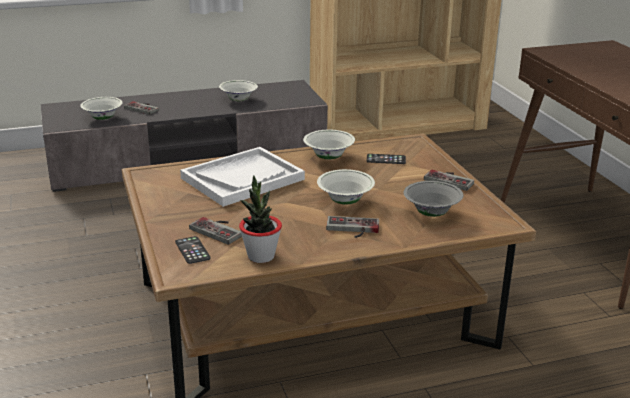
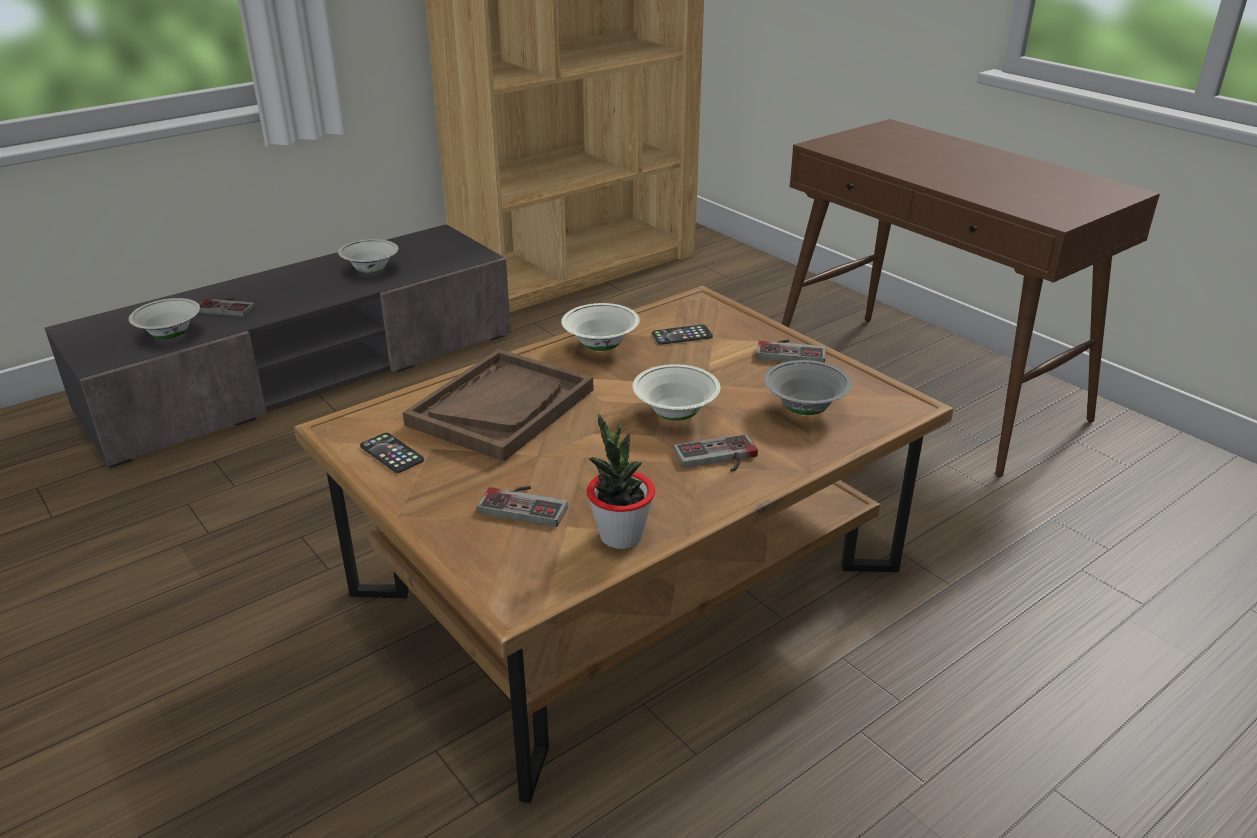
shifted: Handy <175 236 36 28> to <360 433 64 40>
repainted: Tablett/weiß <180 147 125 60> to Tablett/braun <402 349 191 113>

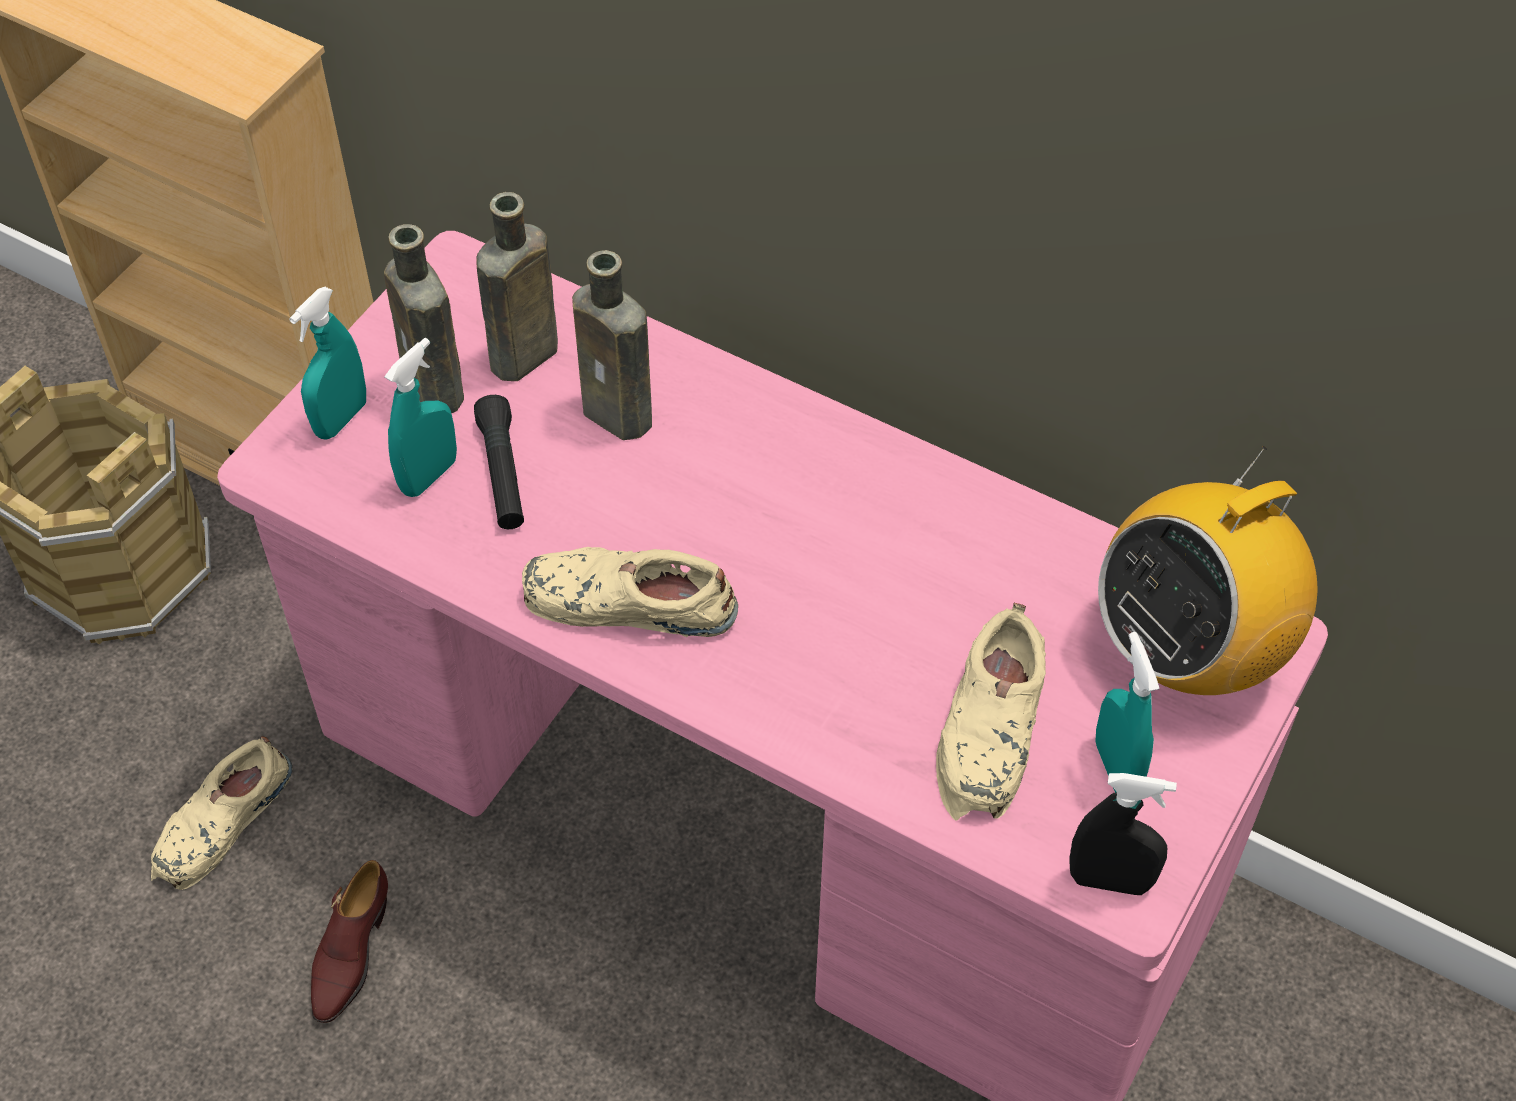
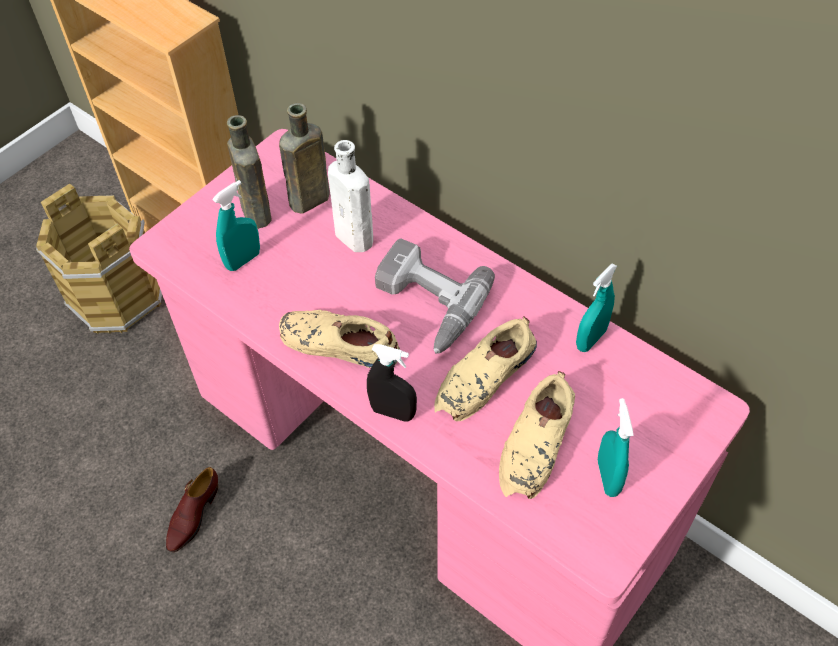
gone: Taschenlampe/schwarz <474 395 50 134>; Radio <1098 446 220 249>
new: Bohrmaschine <375 239 120 115>
shifted: Sprühflasche/türkis <289 287 77 153> to <576 263 41 89>; Schuh/beige <151 736 141 154> to <434 316 103 105>; Sprühflasche/schwarz <1069 773 108 122> to <367 344 50 78>
repainted: Flasche/braun <572 250 80 190> to Flasche/weiß <328 140 45 112>

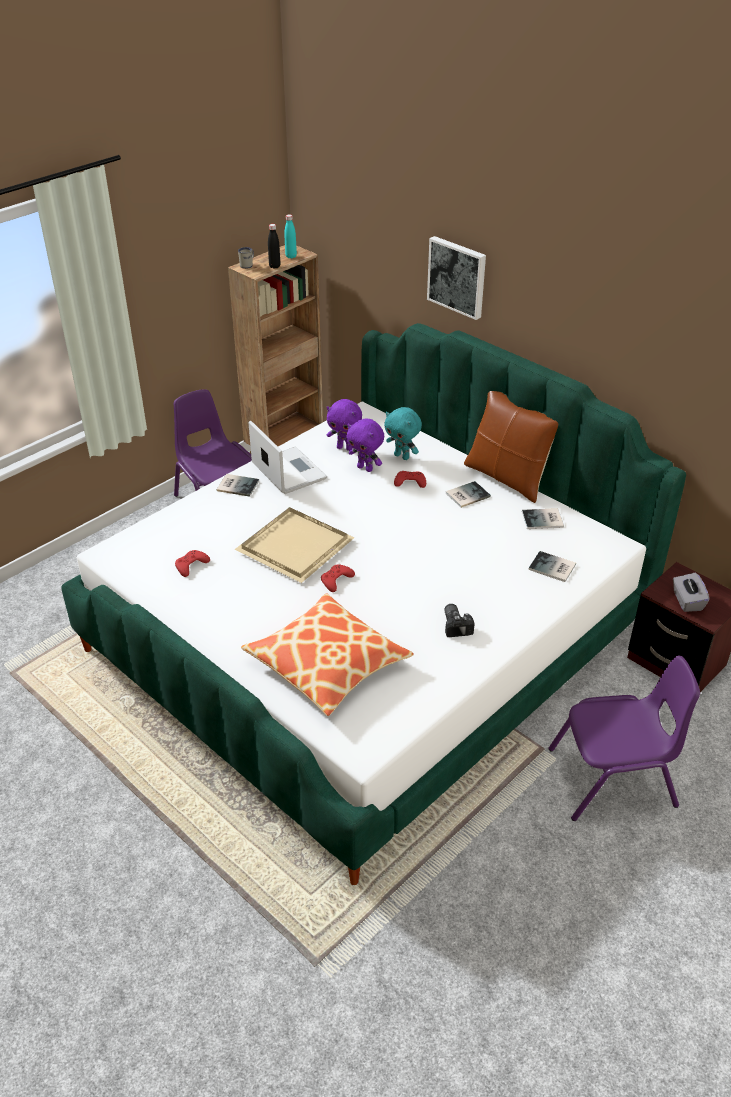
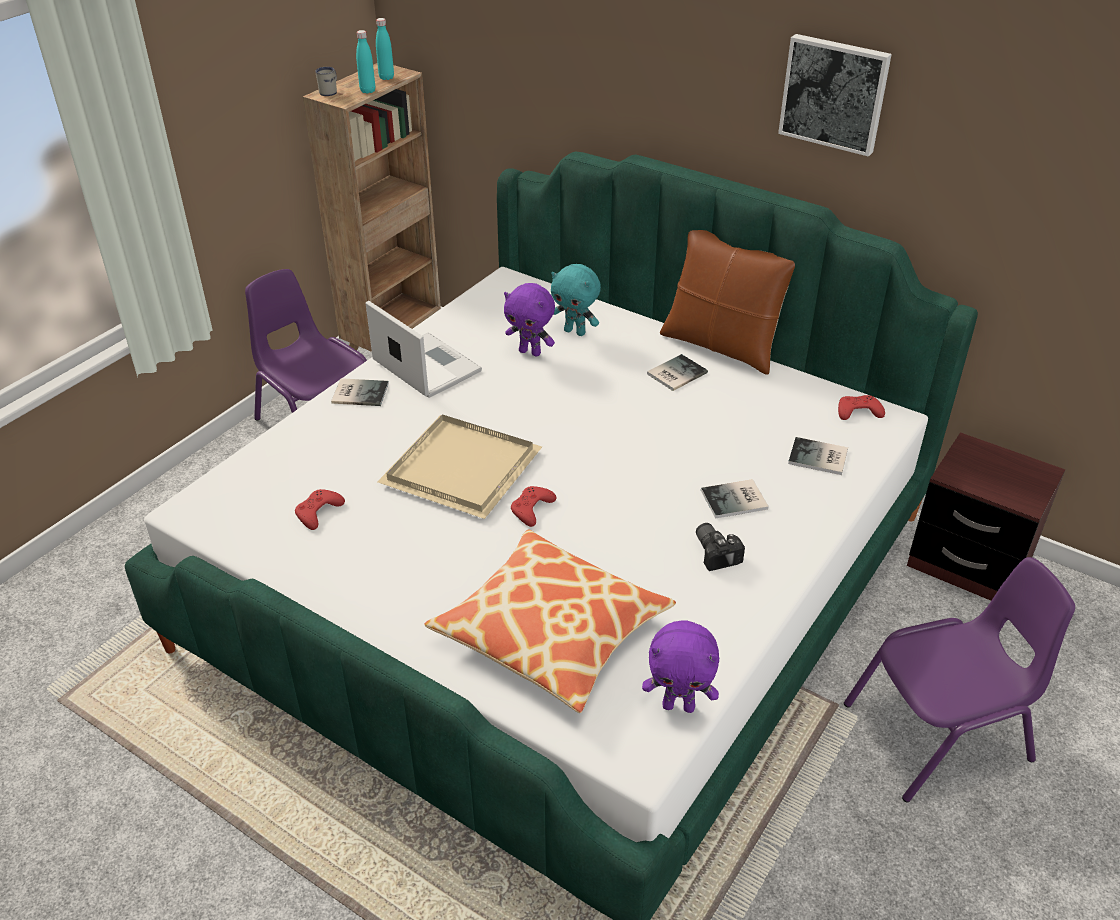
gone: Taschentuchbox/grau <673 573 36 39>
shifted: Bild <427 236 59 84> to <778 34 114 123>; Plüschtier/lila <327 399 35 52> to <642 620 77 93>; Gamepad/rot <394 471 32 17> to <838 395 47 25>; Buch <522 508 42 21> to <701 479 68 40>
repainted: Flasche/schwarz <268 224 12 45> to Flasche/türkis <356 30 19 64>

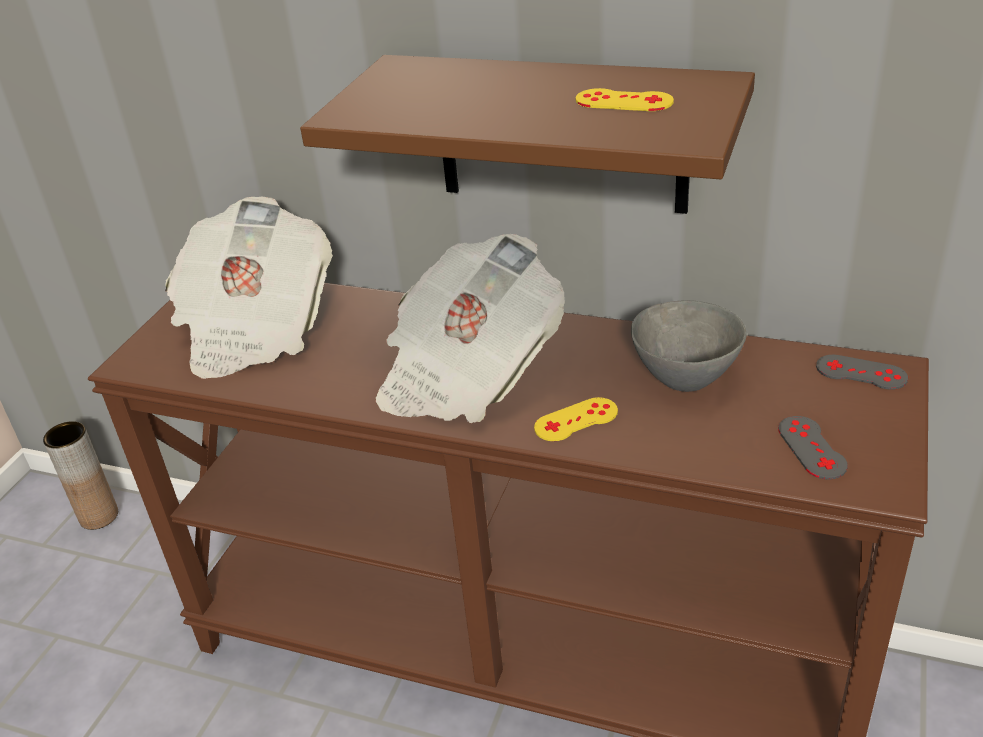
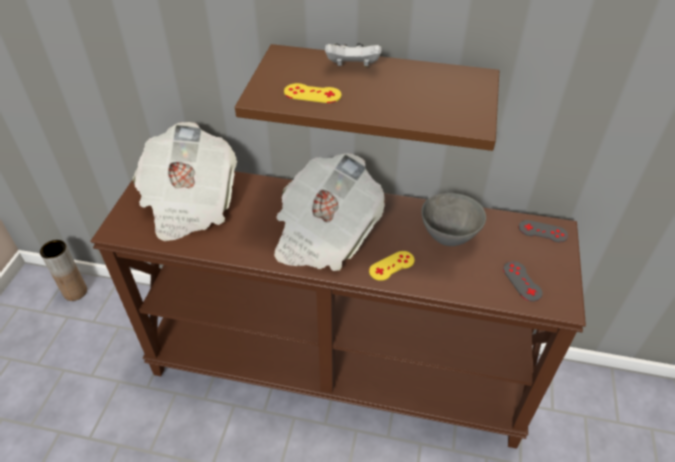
new: Gamepad/weiß <325 43 57 24>
shifted: Gamepad/gelb <575 88 99 23> to <284 83 58 20>

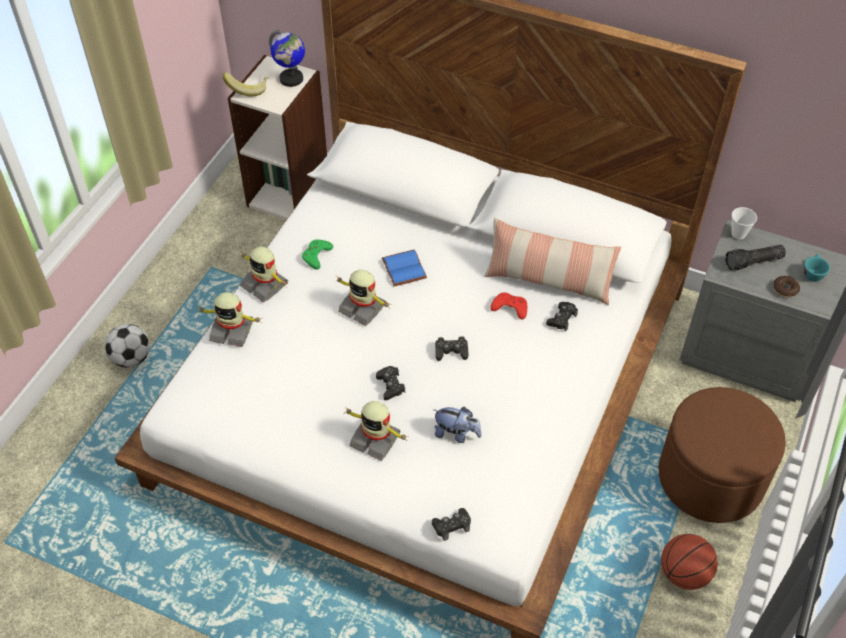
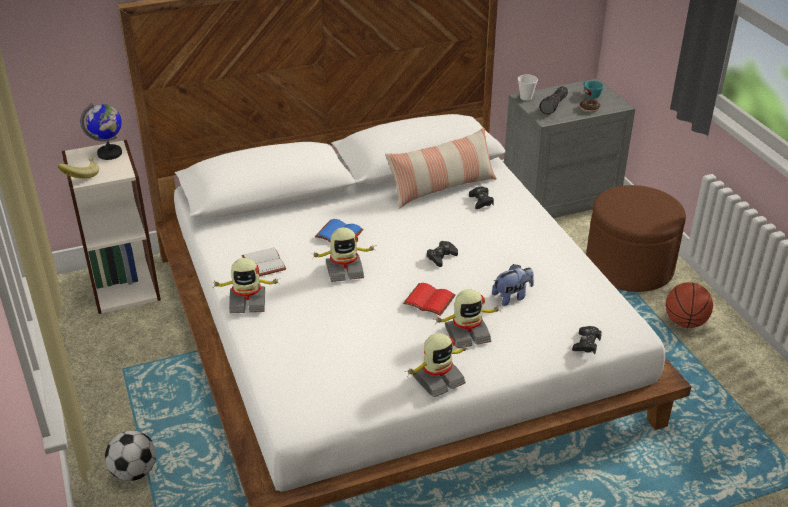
gone: Gamepad/rot <490 292 37 27>
shifted: Spielzeugroboter <196 292 66 55> to <405 333 64 64>
swapped: Gamepad/grün <302 240 31 30> to Buch/weiß <242 247 44 29>; Gamepad/schwarz <376 366 29 34> to Buch/rot <403 283 52 33>

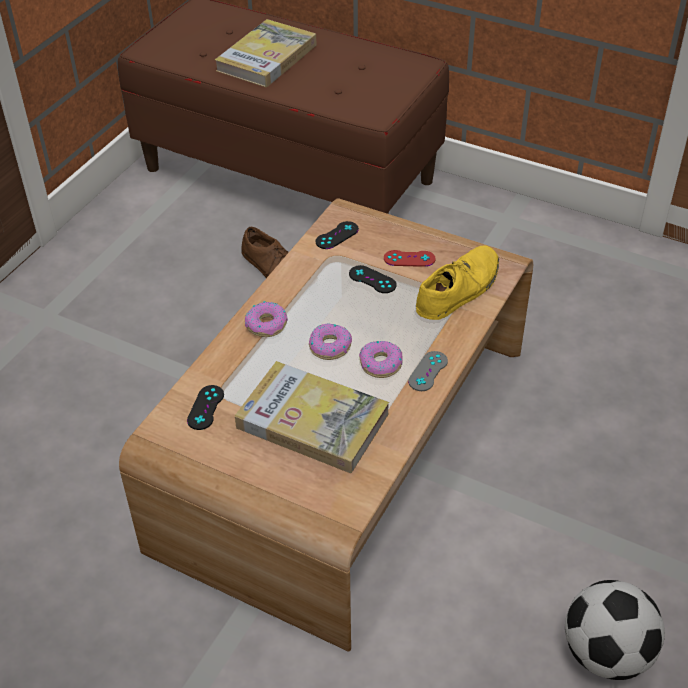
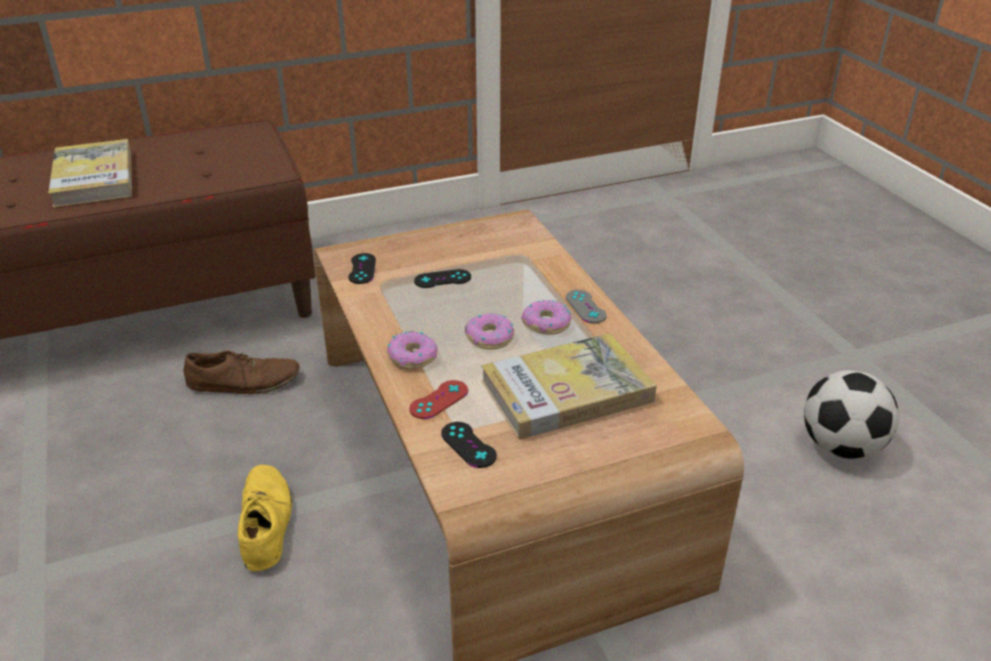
shifted: Schuh/gelb <416 245 83 75> to <238 465 54 107>; Gamepad/rot <384 250 52 17> to <409 380 59 39>

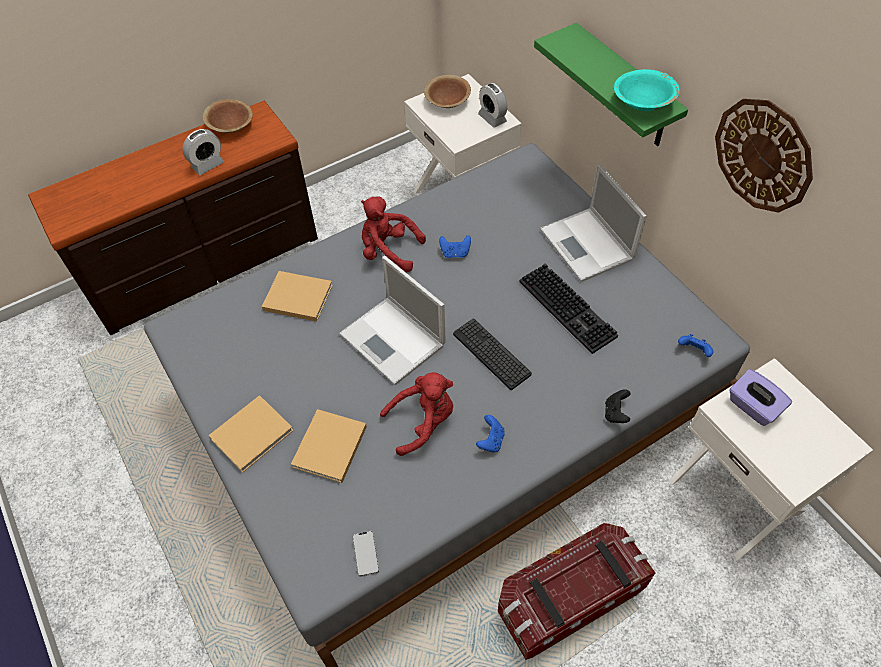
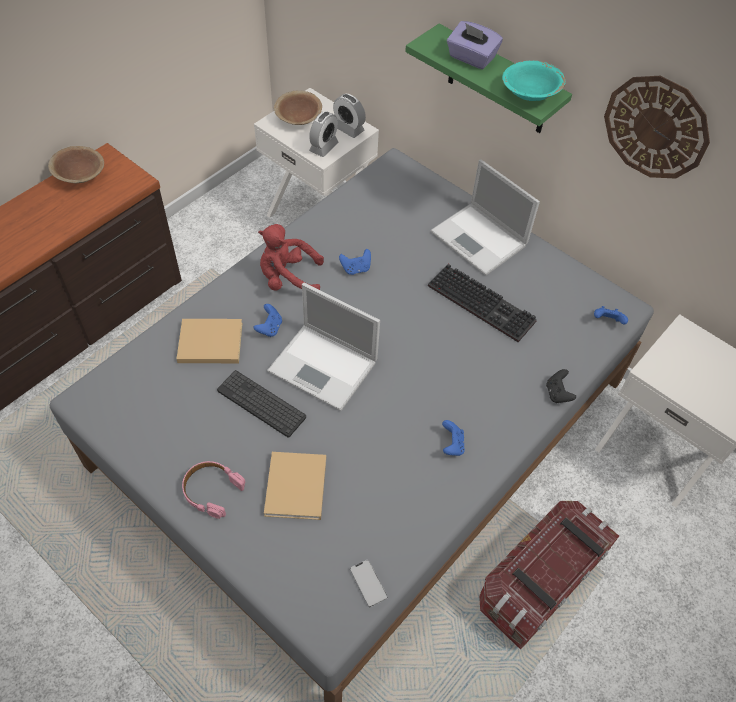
gone: Plüschtier/rot <380 372 73 84>
new: Gamepad/blau <254 304 28 33>
shifted: Wecker <182 129 42 46> to <309 111 30 46>; Tastatur <453 319 79 71> to <217 370 89 68>; Taschentuchbox/lila <729 369 63 57> to <447 21 56 48>
swapped: Buch/beige <208 395 86 78> to Kopfhörer/rosa <182 461 63 58>

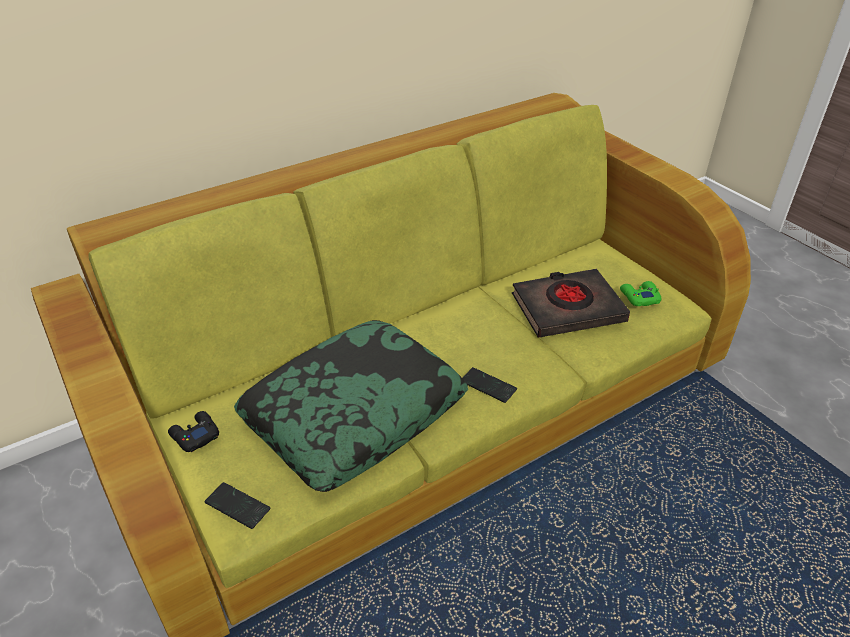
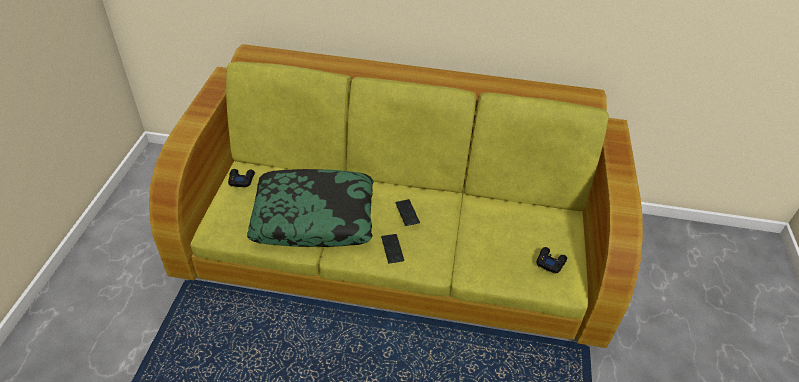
gone: Buch/schwarz <512 269 118 69>
shifted: Handy <205 482 65 47> to <395 199 25 27>
repainted: Gamepad/grün <620 281 41 25> to Gamepad/schwarz <537 247 30 27>

